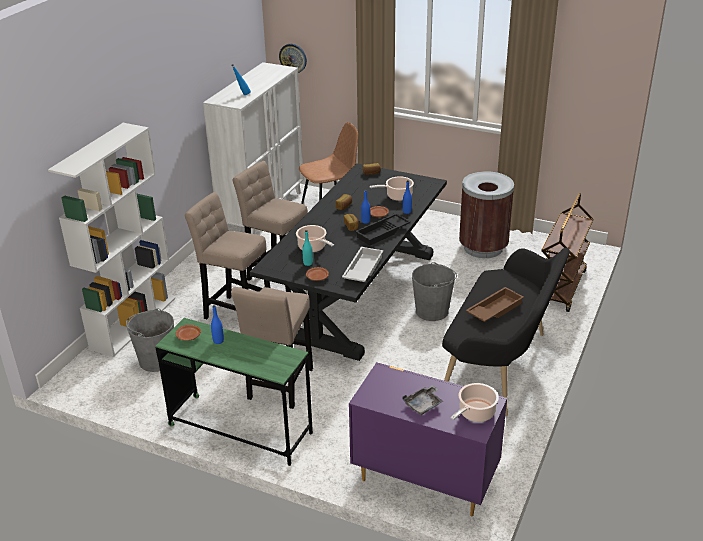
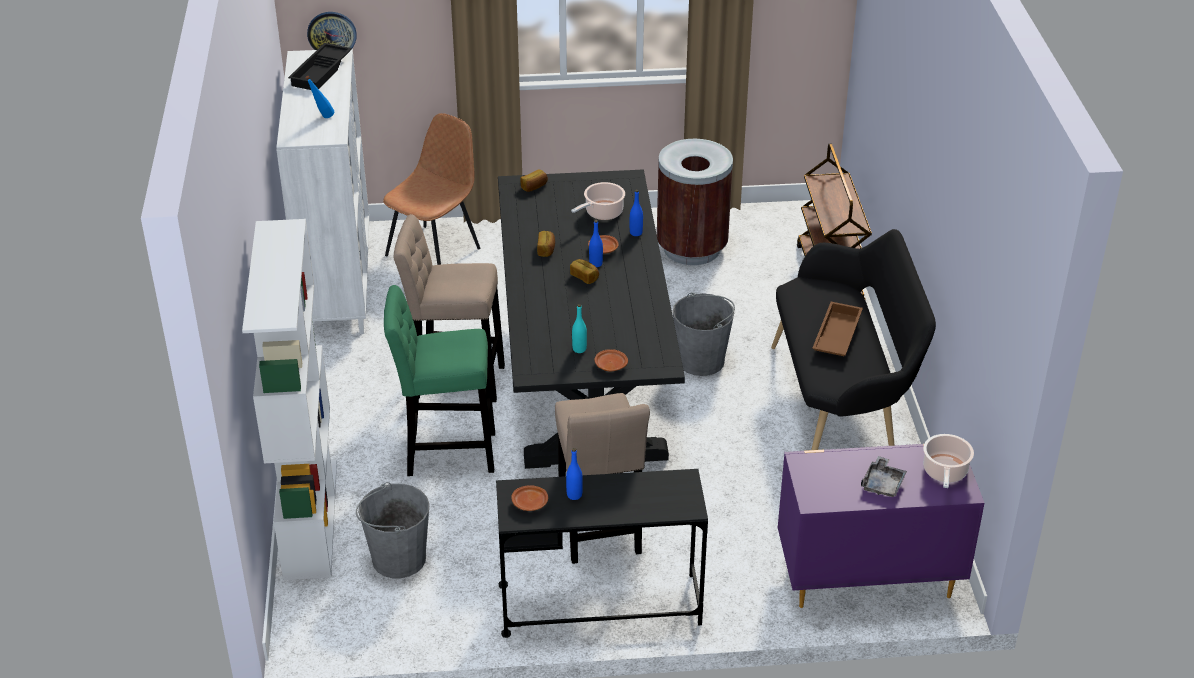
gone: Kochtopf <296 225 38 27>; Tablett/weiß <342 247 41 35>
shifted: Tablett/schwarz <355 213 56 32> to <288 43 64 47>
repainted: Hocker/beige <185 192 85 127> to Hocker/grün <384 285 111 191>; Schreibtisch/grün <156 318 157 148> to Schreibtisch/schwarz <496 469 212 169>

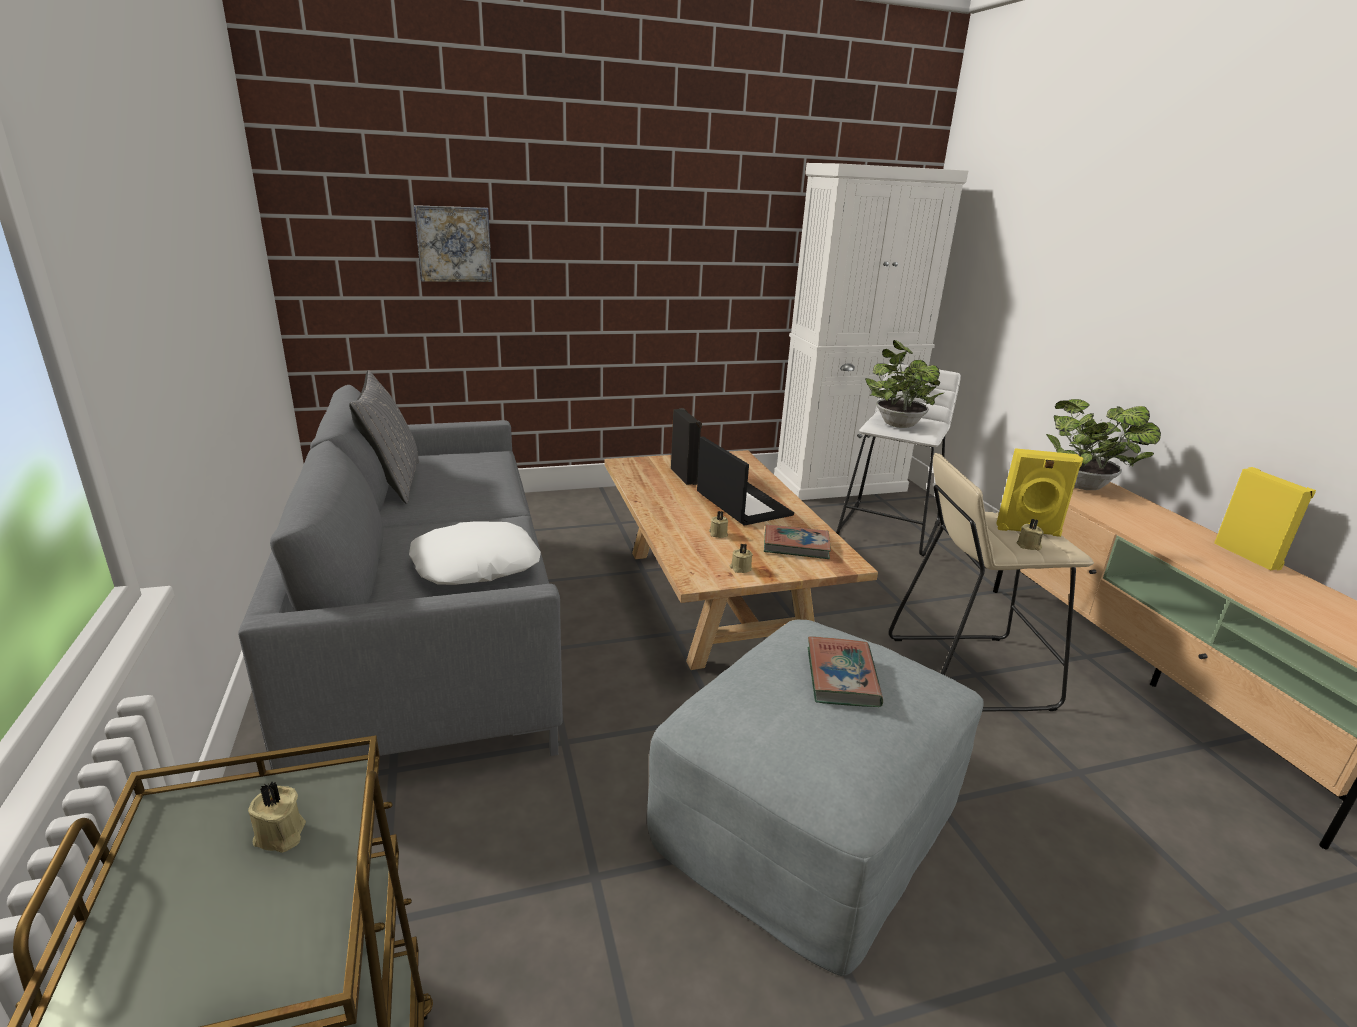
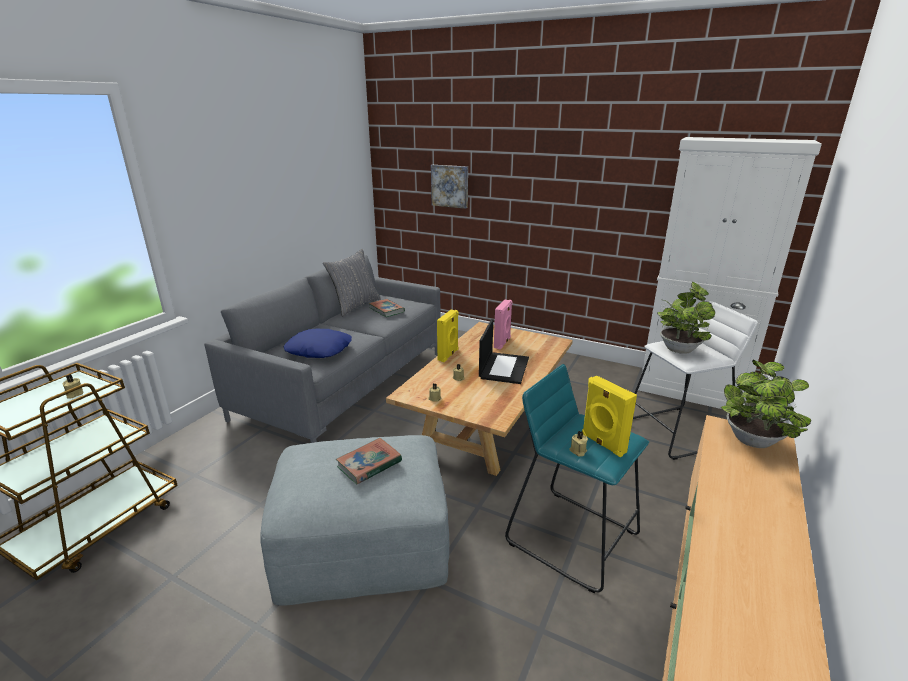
shifted: Lautsprecher/gelb <1214 467 102 104> to <437 310 22 52>; Buch <764 524 67 35> to <369 299 36 18>
repainted: Lautsprecher/schwarz <671 408 31 77> to Lautsprecher/rosa <494 300 18 49>; Hocker/beige <889 453 205 259> to Hocker/türkis <505 364 144 229>; Kissen/weiß <409 521 132 64> to Kissen/blau <283 329 69 29>

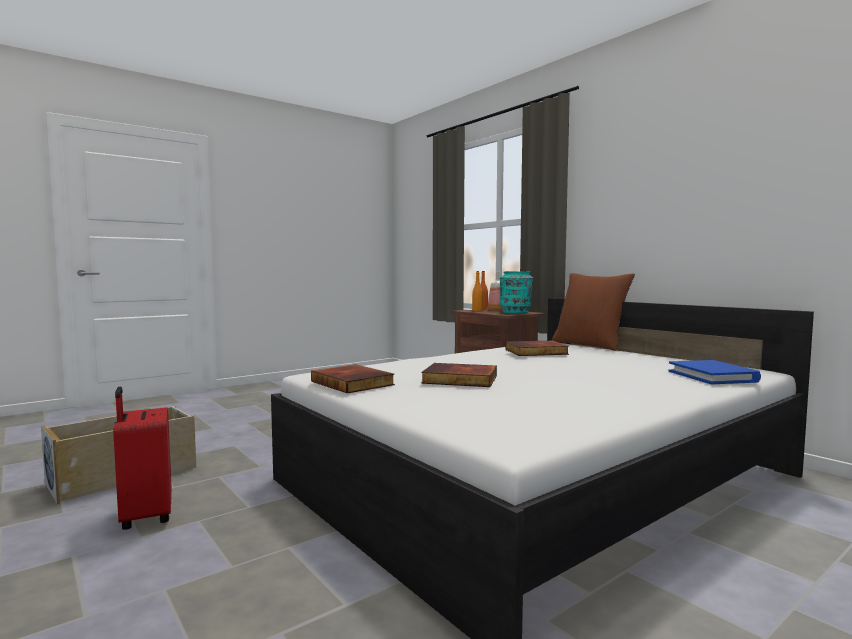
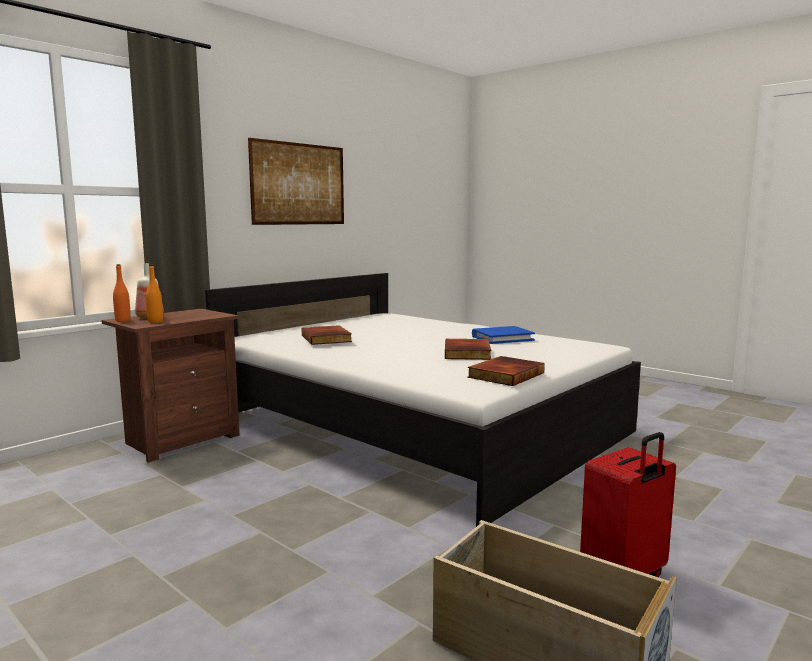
gone: Vase/türkis <500 271 33 42>; Kissen/braun <552 273 83 78>
new: Bild <248 138 96 87>
shifted: Buch/blau <669 360 92 24> to <472 326 63 18>

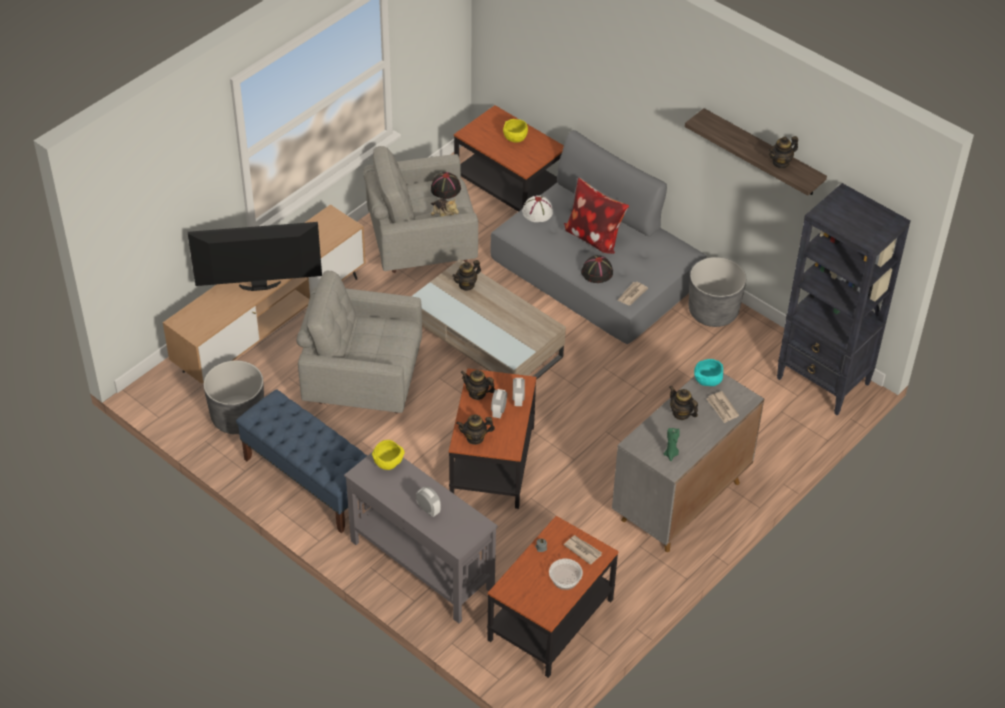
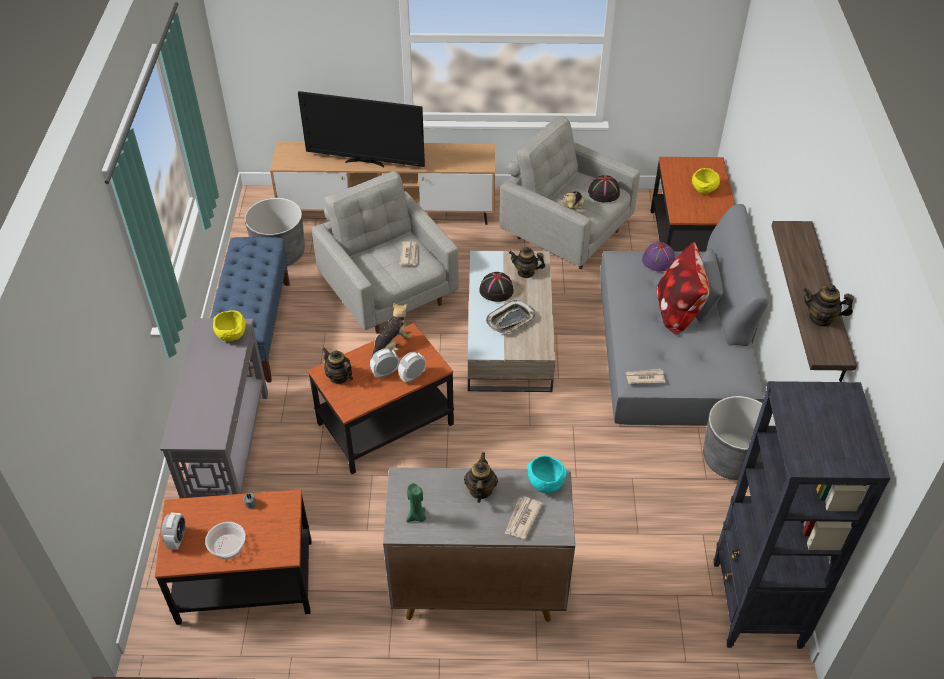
new: Tablett <486 300 50 34>
shifted: Hut/schwarz <581 255 32 28> to <479 272 35 30>; Wecker <416 487 25 30> to <162 513 23 37>; Zeitung <564 535 38 30> to <399 241 19 25>
swapped: Teekanne <460 370 35 30> to Plüschtier <371 303 41 55>
repainted: Hut/weiß <522 196 31 26> to Hut/lila <642 242 33 30>
rotated: Fernseher <188 222 134 69> = <298 91 127 77> 150 degrees clockwise

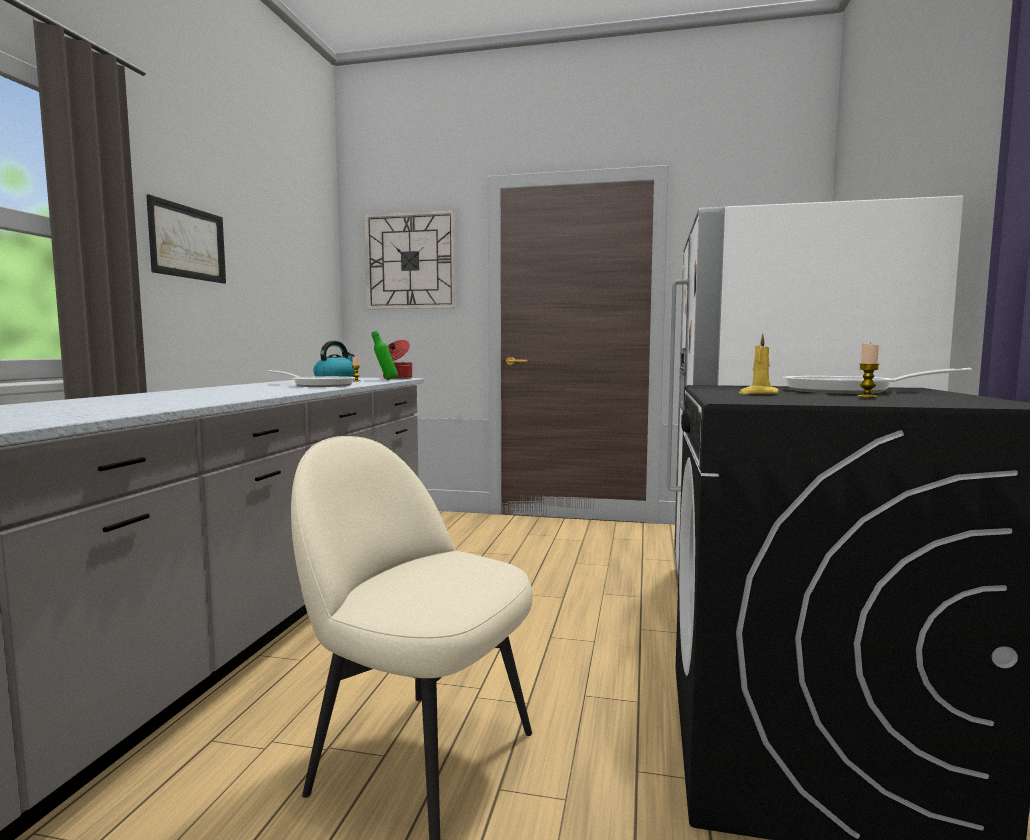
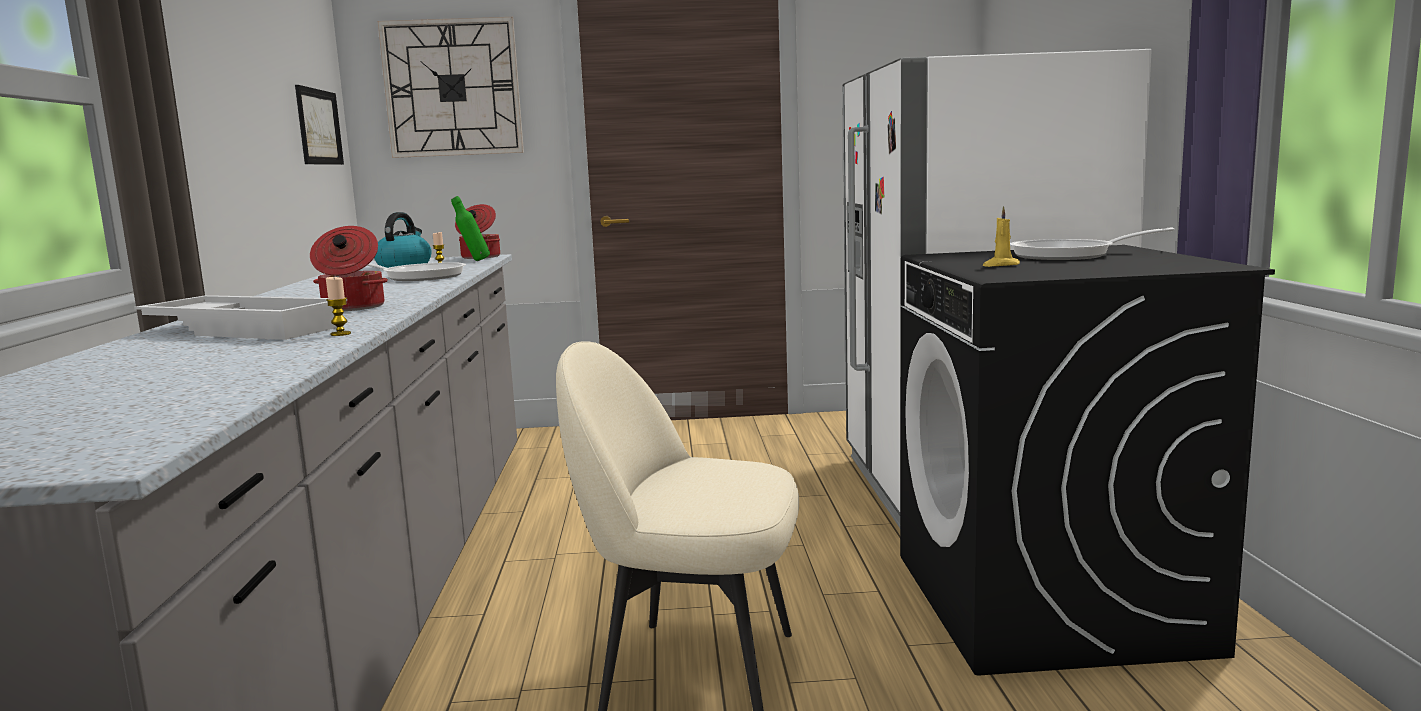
new: Kochtopf <310 226 78 85>; Tablett/weiß <134 295 213 45>
shifted: Bild <146 194 80 90> to <295 85 49 80>; Kerze <857 343 23 55> to <326 277 25 59>

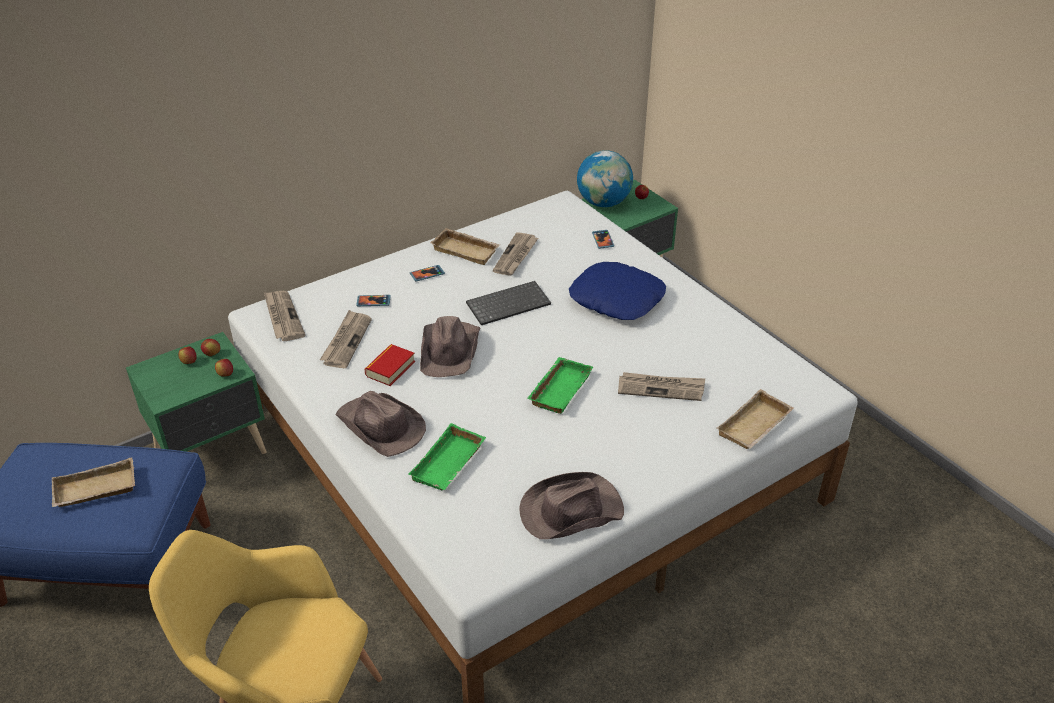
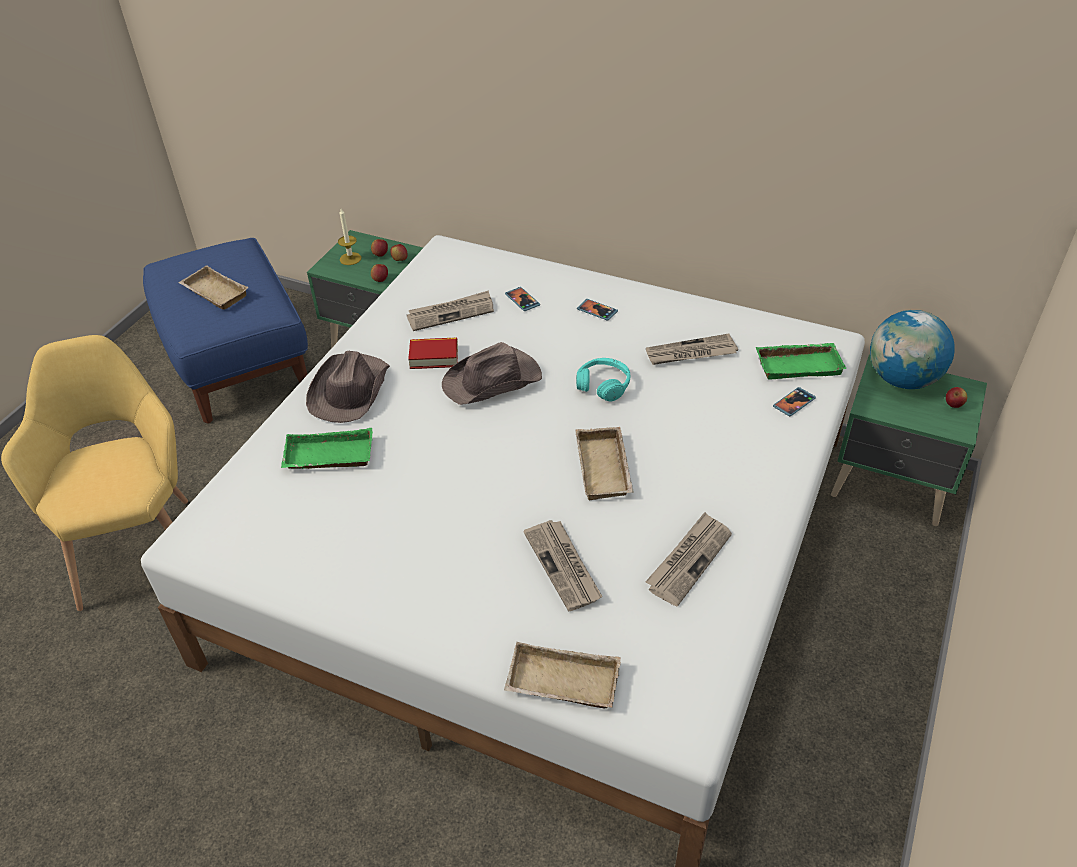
gone: Kissen/blau <569 262 97 58>; Hut/braun <519 472 105 67>
new: Kerze <338 209 23 56>
shifted: Tablett/beige <430 228 70 37> to <576 427 58 74>; Zeitung <264 291 41 50> to <645 512 87 95>; Tablett/grün <527 357 66 57> to <755 343 92 36>
swapped: Tastatur <466 281 85 44> to Kopfhörer/türkis <576 358 54 43>

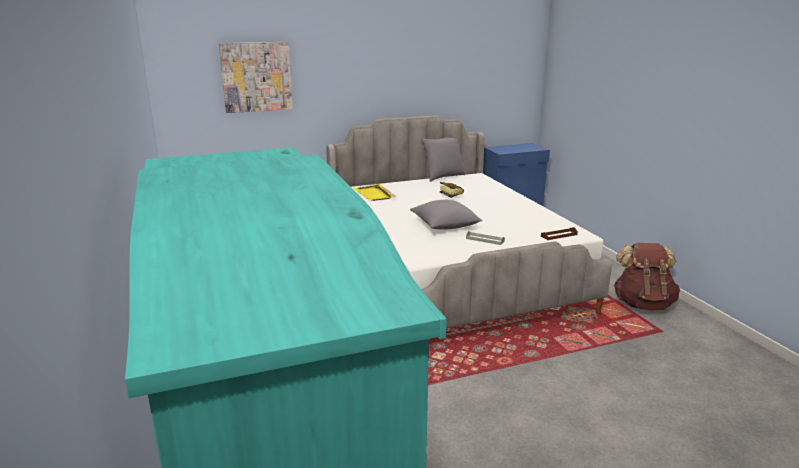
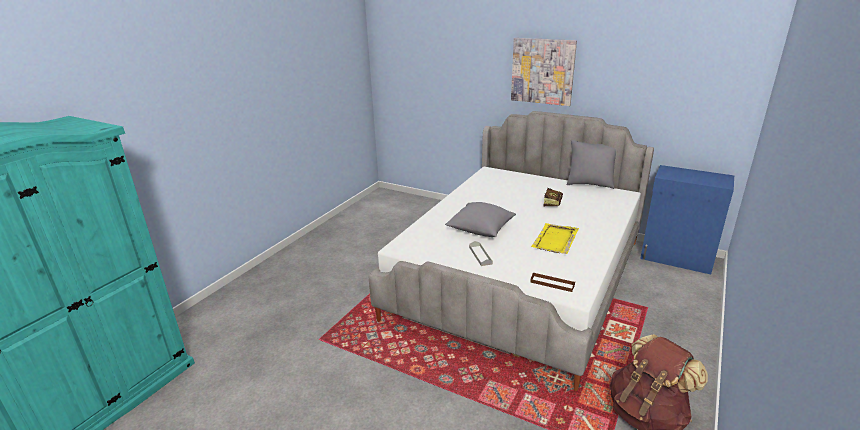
shifted: Bild <219 41 74 72> to <511 38 66 68>; Tablett/gelb <354 184 42 17> to <531 223 48 31>

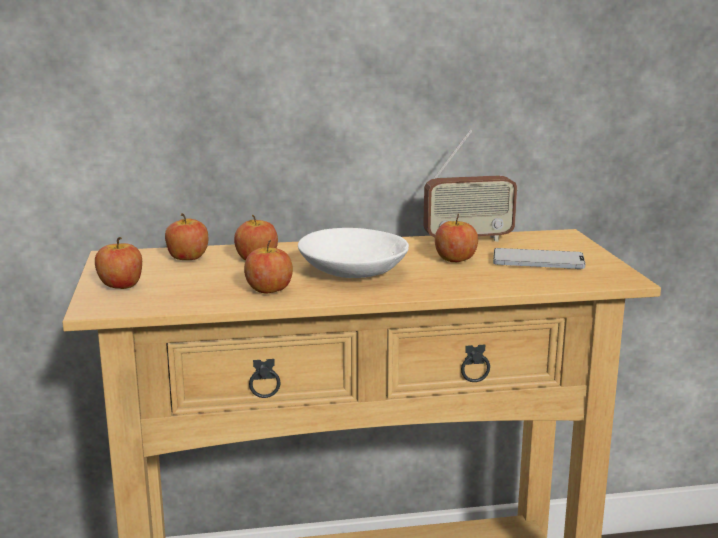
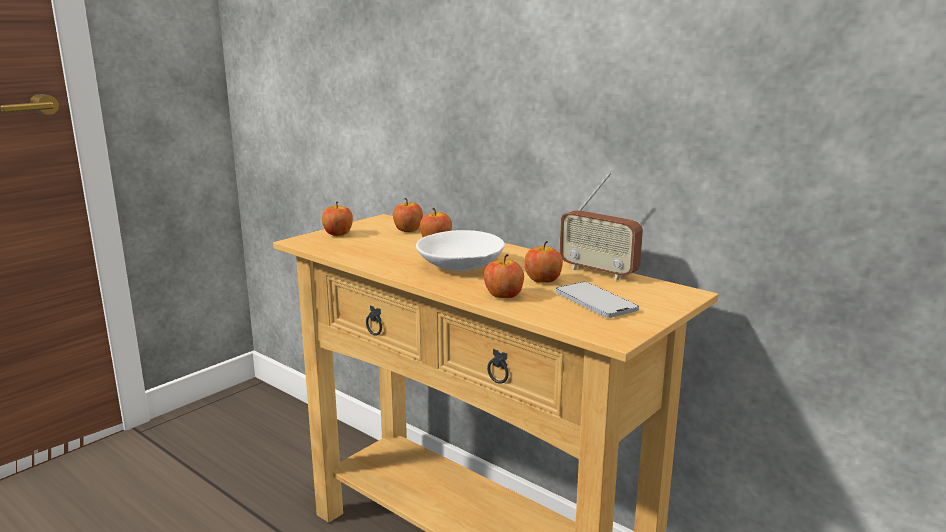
shifted: Apfel <244 240 49 54> to <484 254 40 44>

